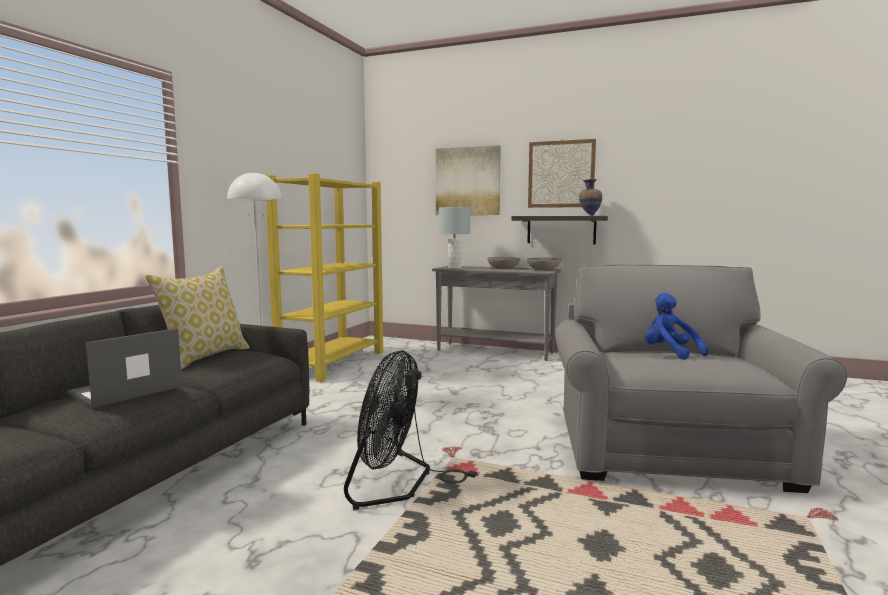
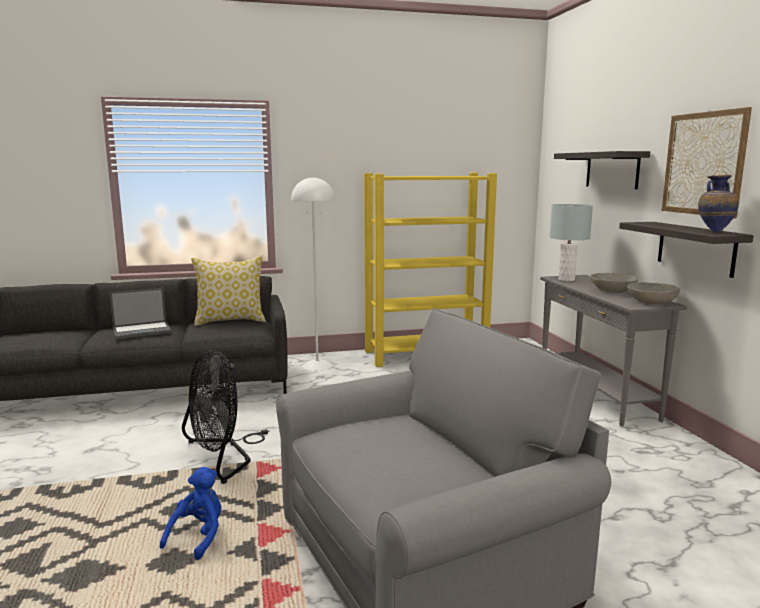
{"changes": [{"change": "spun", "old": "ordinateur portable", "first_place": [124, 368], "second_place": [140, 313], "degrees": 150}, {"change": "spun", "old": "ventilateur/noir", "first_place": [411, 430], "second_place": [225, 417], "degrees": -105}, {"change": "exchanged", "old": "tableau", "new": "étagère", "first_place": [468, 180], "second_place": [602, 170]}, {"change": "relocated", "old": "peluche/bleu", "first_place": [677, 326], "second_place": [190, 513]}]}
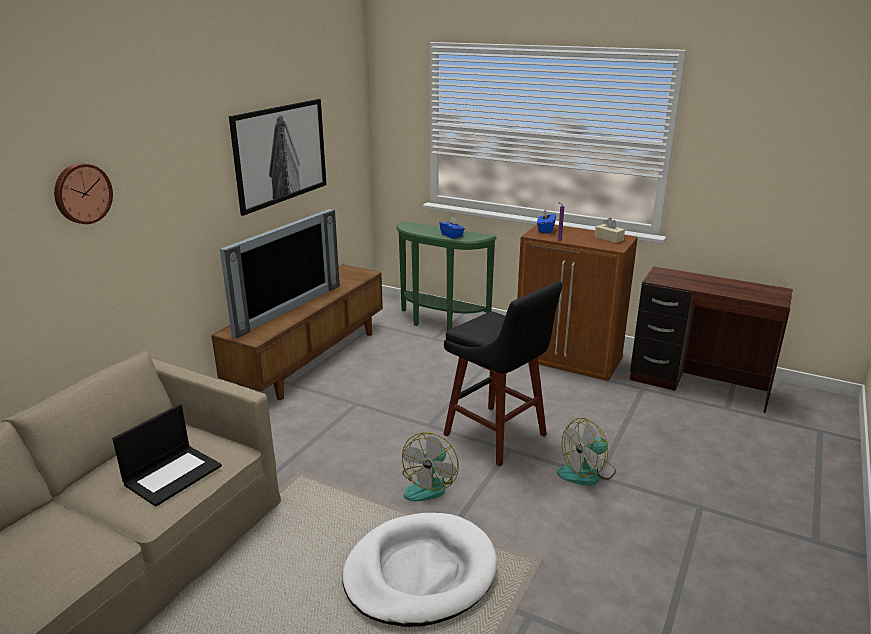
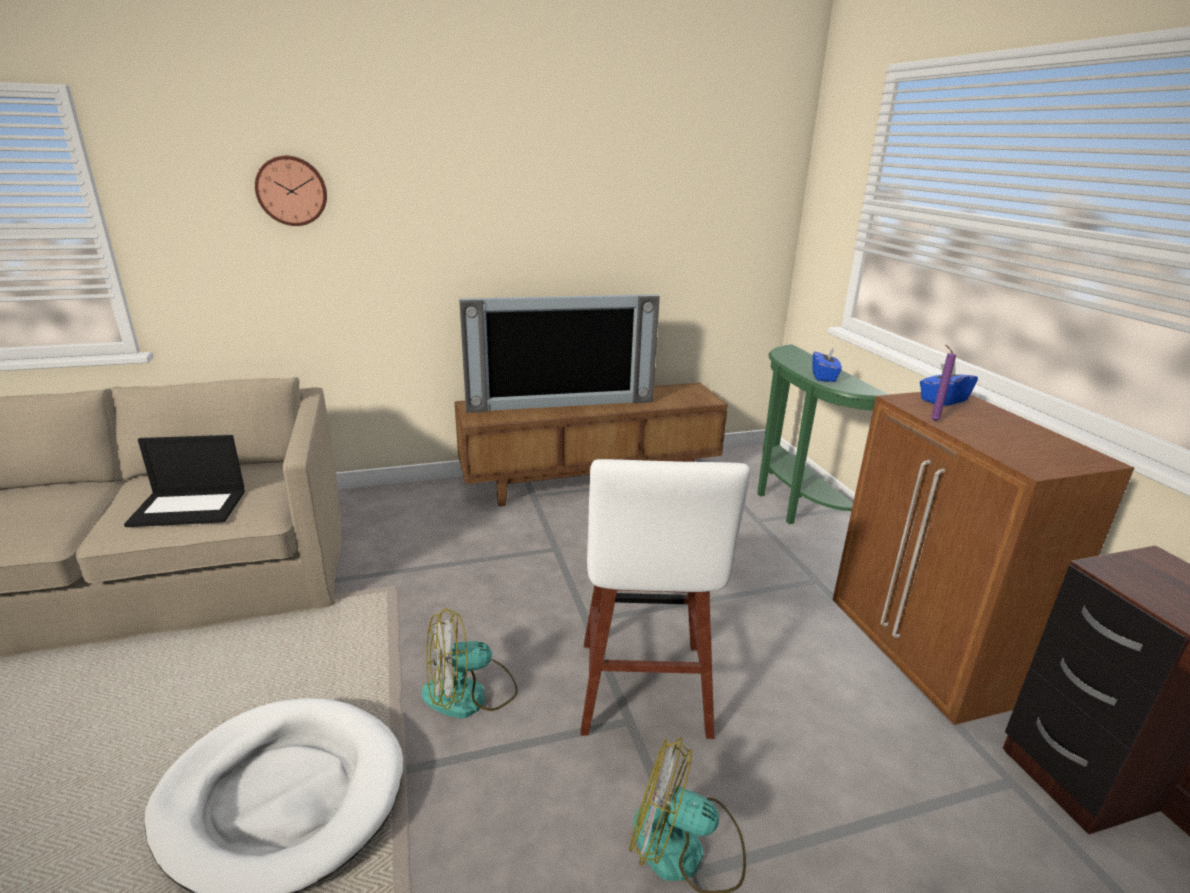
{"changes": [{"change": "missing", "old": "tableau", "first_place": [278, 157]}, {"change": "colour", "old": "tabouret/noir", "new": "tabouret/blanc", "first_place": [503, 373], "second_place": [665, 599]}, {"change": "missing", "old": "boîte à mouchoirs/beige", "first_place": [610, 230]}]}
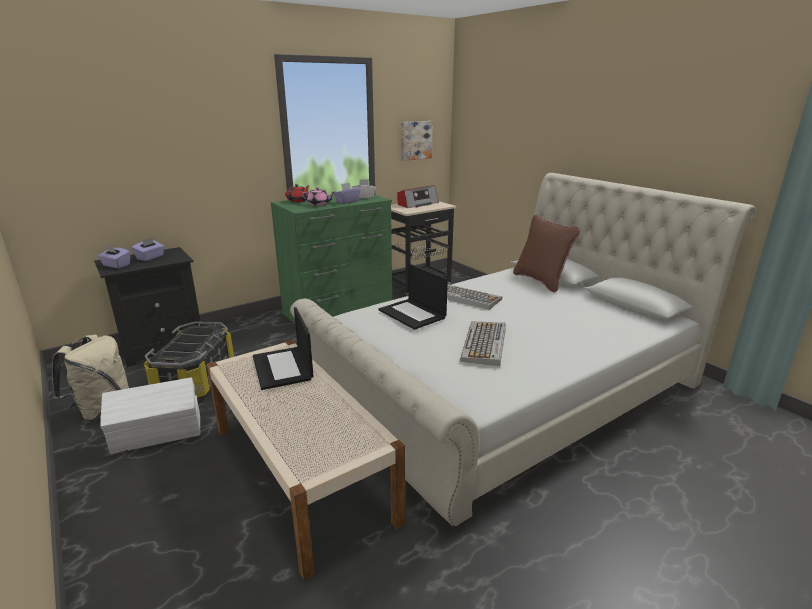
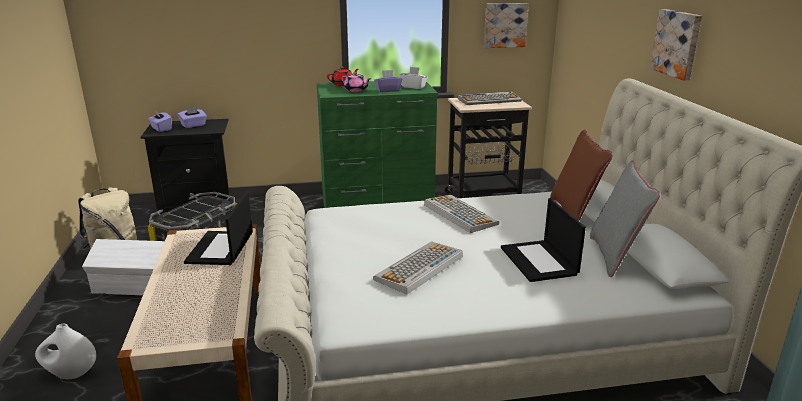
{"changes": [{"change": "relocated", "old": "ordinateur portable", "first_place": [413, 297], "second_place": [543, 240]}, {"change": "exchanged", "old": "radio", "new": "clavier", "first_place": [418, 196], "second_place": [490, 98]}, {"change": "appeared", "new": "vase/blanc", "second_place": [65, 351]}, {"change": "appeared", "new": "coussin/gris", "second_place": [625, 218]}, {"change": "appeared", "new": "tableau", "second_place": [676, 44]}]}
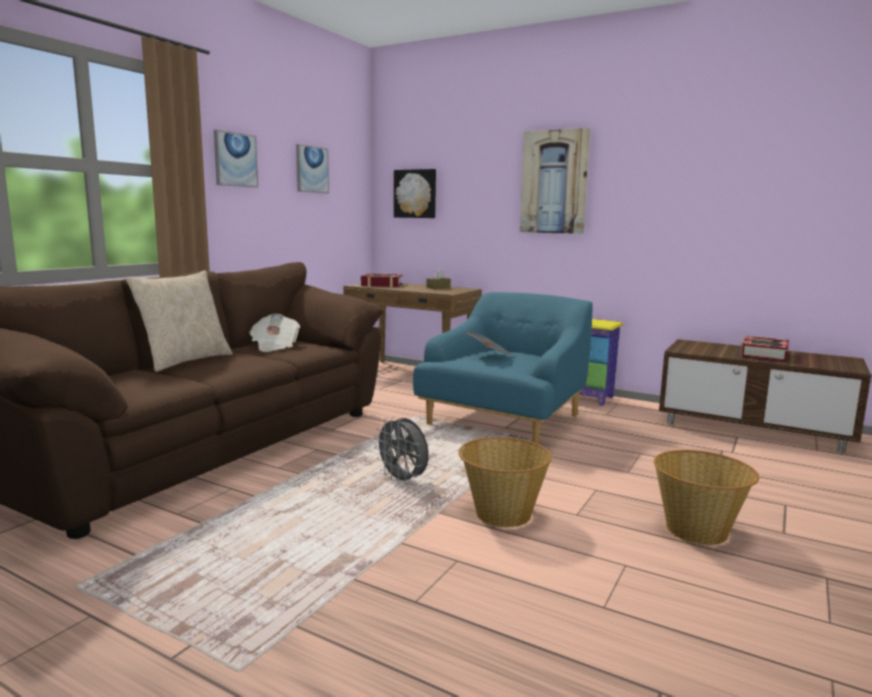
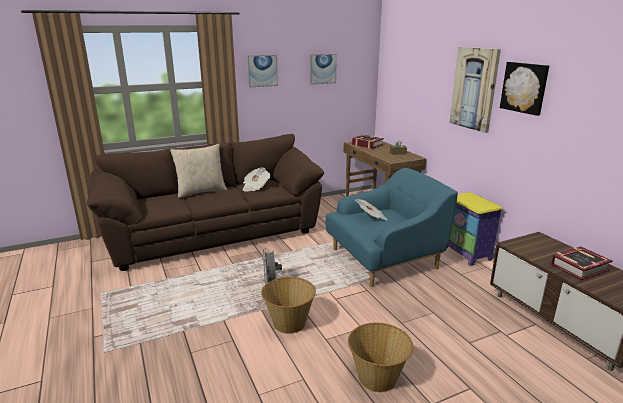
{"changes": [{"change": "relocated", "old": "tableau", "first_place": [415, 193], "second_place": [524, 89]}]}
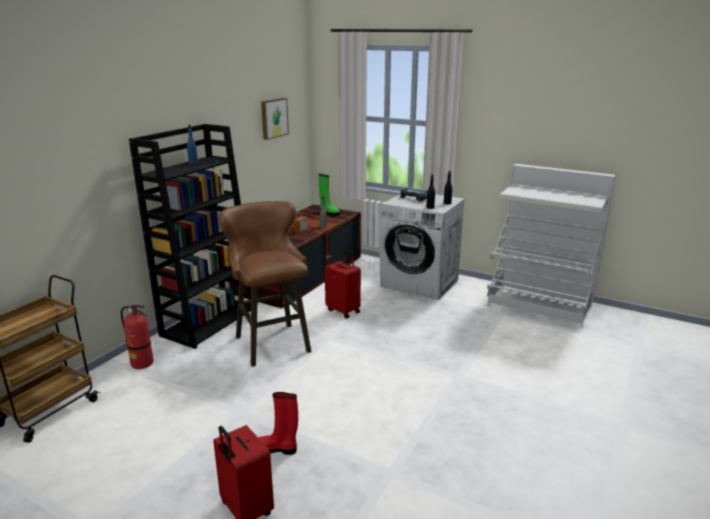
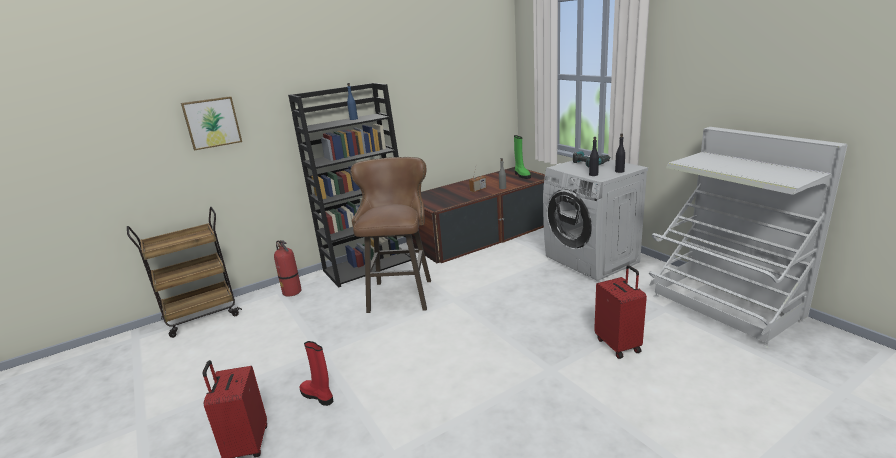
{"changes": [{"change": "relocated", "old": "tableau", "first_place": [275, 119], "second_place": [211, 123]}, {"change": "relocated", "old": "valise/rouge", "first_place": [343, 284], "second_place": [620, 312]}]}
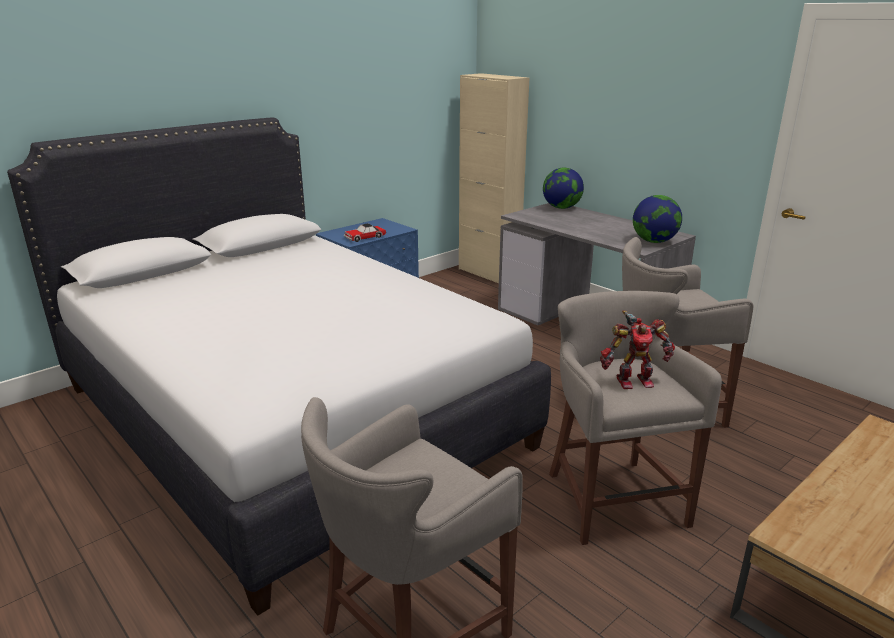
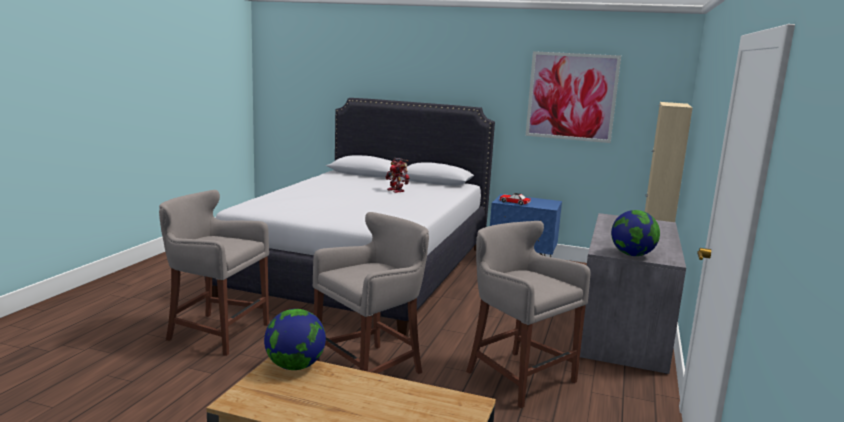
{"changes": [{"change": "relocated", "old": "globe", "first_place": [563, 188], "second_place": [295, 339]}, {"change": "relocated", "old": "robot jouet", "first_place": [637, 350], "second_place": [397, 175]}, {"change": "appeared", "new": "tableau", "second_place": [573, 97]}]}
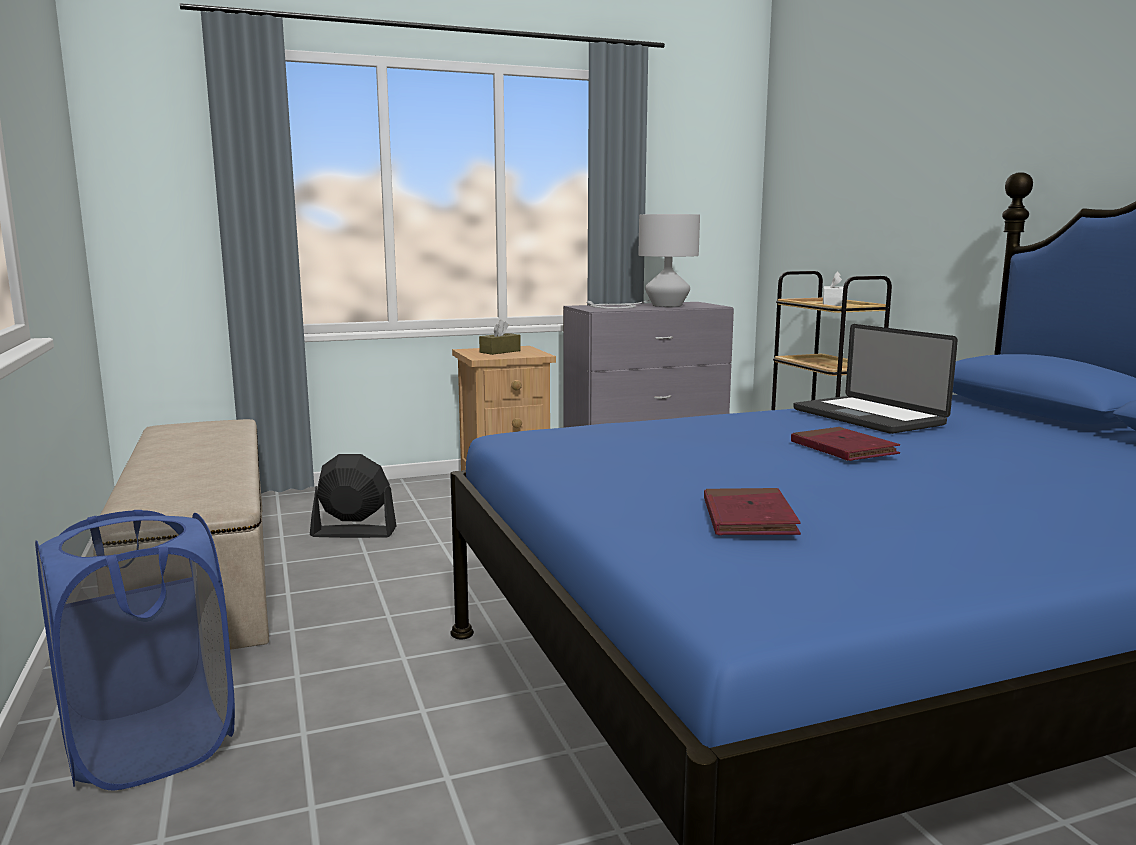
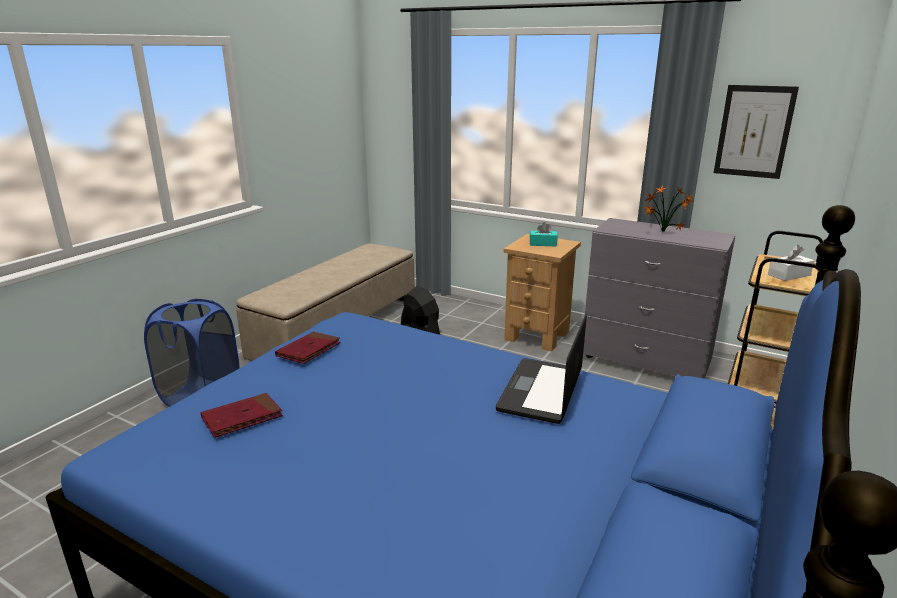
{"changes": [{"change": "colour", "old": "boîte à mouchoirs/marron", "new": "boîte à mouchoirs/turquoise", "first_place": [500, 337], "second_place": [544, 234]}, {"change": "exchanged", "old": "lampe de table/gris", "new": "plante en pot", "first_place": [643, 261], "second_place": [668, 209]}, {"change": "relocated", "old": "livre/rouge", "first_place": [845, 444], "second_place": [308, 347]}, {"change": "appeared", "new": "tableau", "second_place": [756, 132]}]}
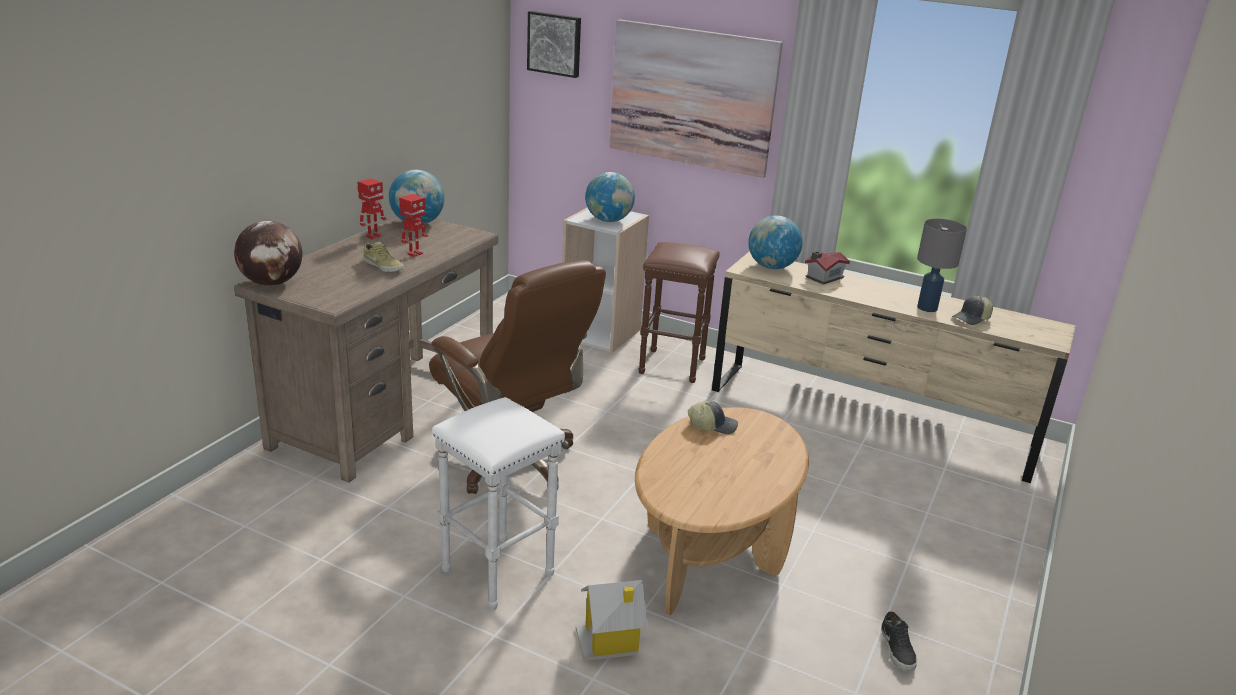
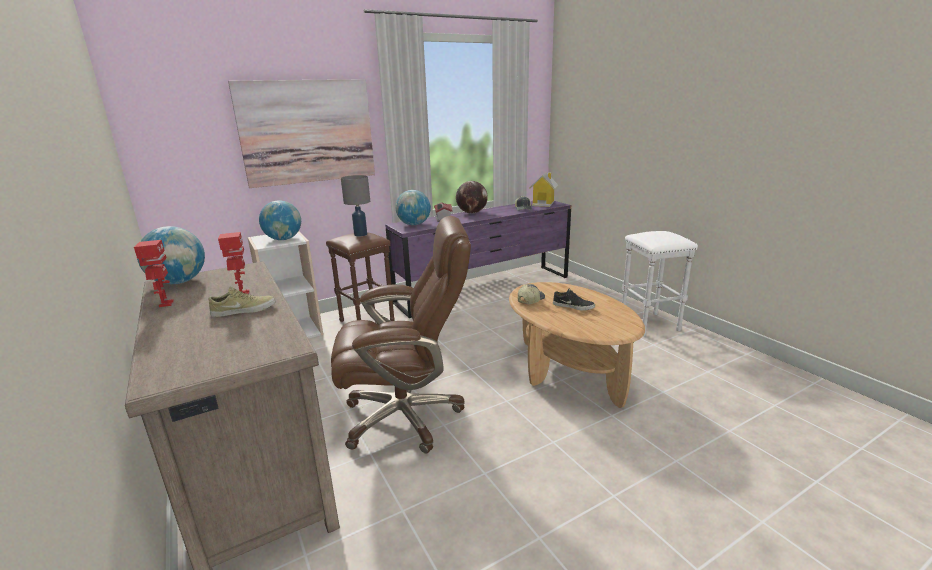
{"changes": [{"change": "relocated", "old": "globe", "first_place": [268, 253], "second_place": [472, 197]}, {"change": "relocated", "old": "tabouret/blanc", "first_place": [498, 503], "second_place": [660, 283]}, {"change": "missing", "old": "tableau", "first_place": [554, 44]}, {"change": "relocated", "old": "maison miniature", "first_place": [612, 620], "second_place": [543, 189]}, {"change": "colour", "old": "commode/beige", "new": "commode/violet", "first_place": [894, 367], "second_place": [478, 259]}, {"change": "relocated", "old": "chaussure/noir", "first_place": [899, 641], "second_place": [574, 300]}, {"change": "relocated", "old": "lampe de table/gris", "first_place": [942, 265], "second_place": [355, 206]}]}
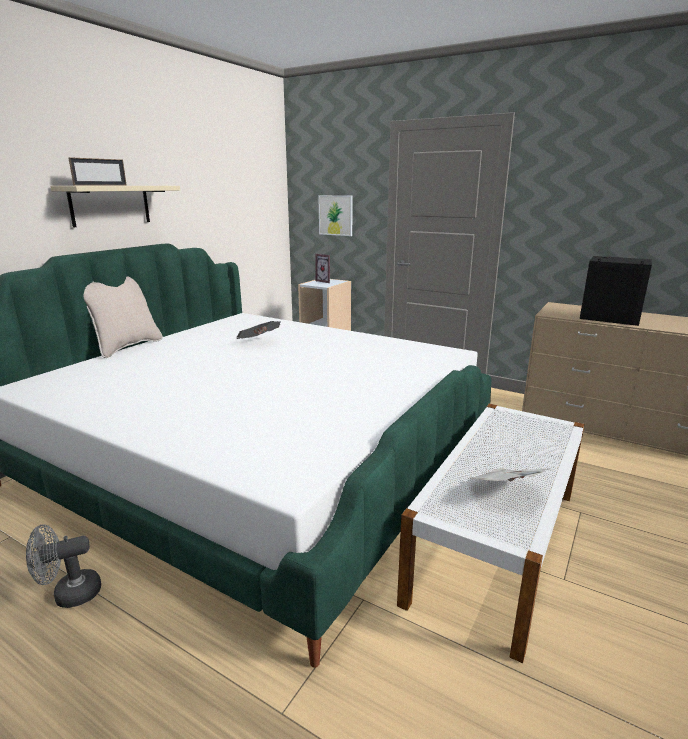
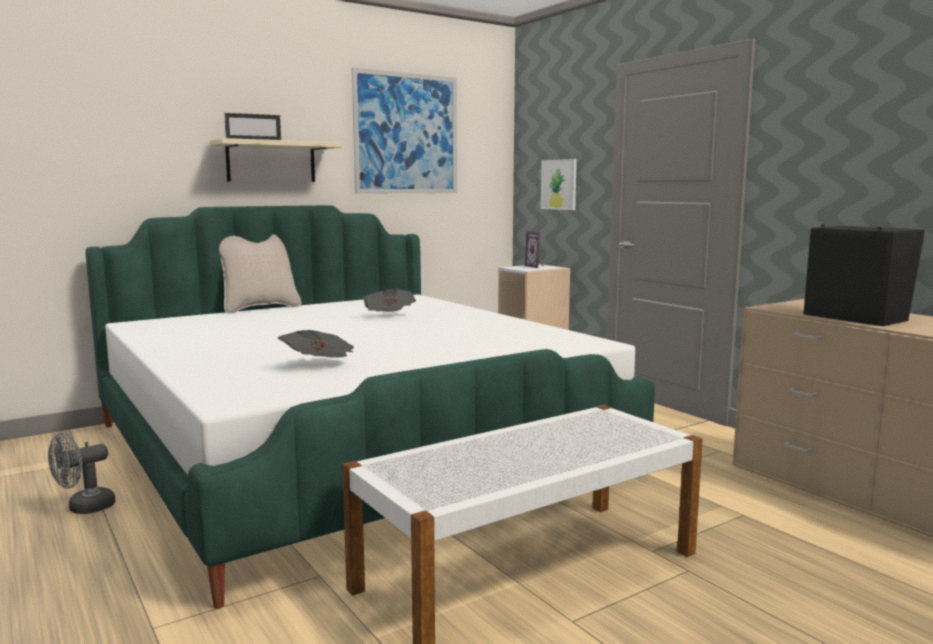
{"changes": [{"change": "spun", "old": "ventilateur/gris", "first_place": [63, 566], "second_place": [81, 473], "degrees": -45}, {"change": "relocated", "old": "journal", "first_place": [509, 474], "second_place": [316, 344]}, {"change": "appeared", "new": "tableau", "second_place": [404, 131]}]}
